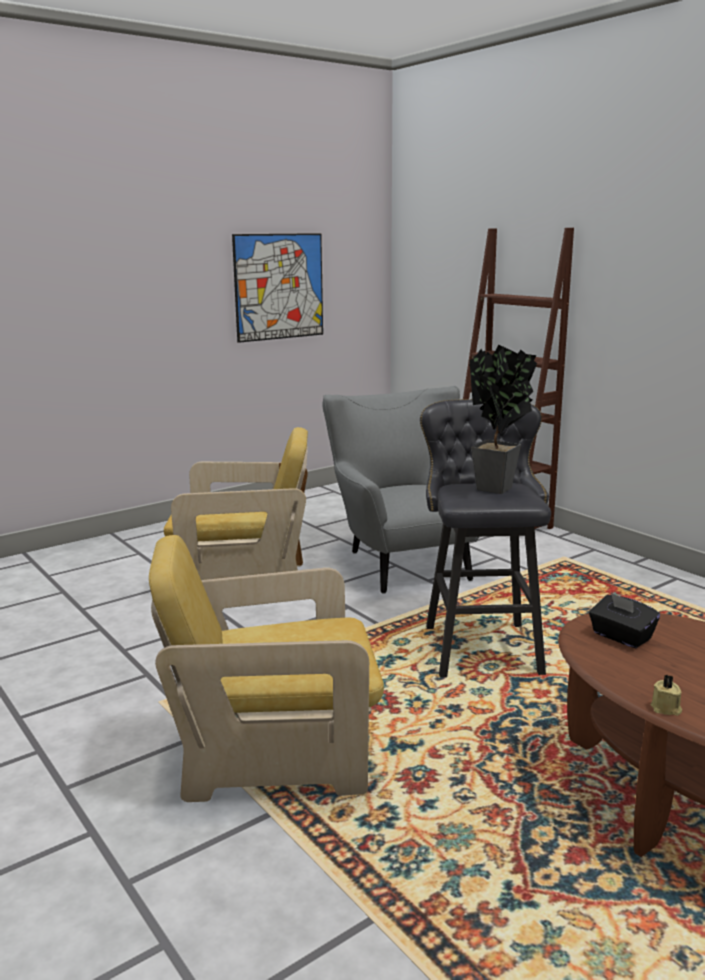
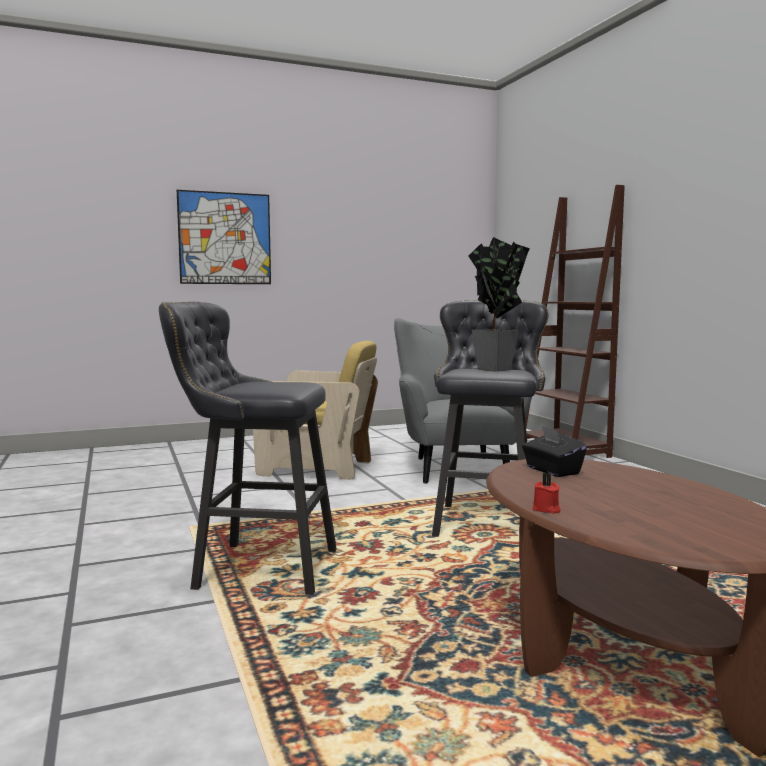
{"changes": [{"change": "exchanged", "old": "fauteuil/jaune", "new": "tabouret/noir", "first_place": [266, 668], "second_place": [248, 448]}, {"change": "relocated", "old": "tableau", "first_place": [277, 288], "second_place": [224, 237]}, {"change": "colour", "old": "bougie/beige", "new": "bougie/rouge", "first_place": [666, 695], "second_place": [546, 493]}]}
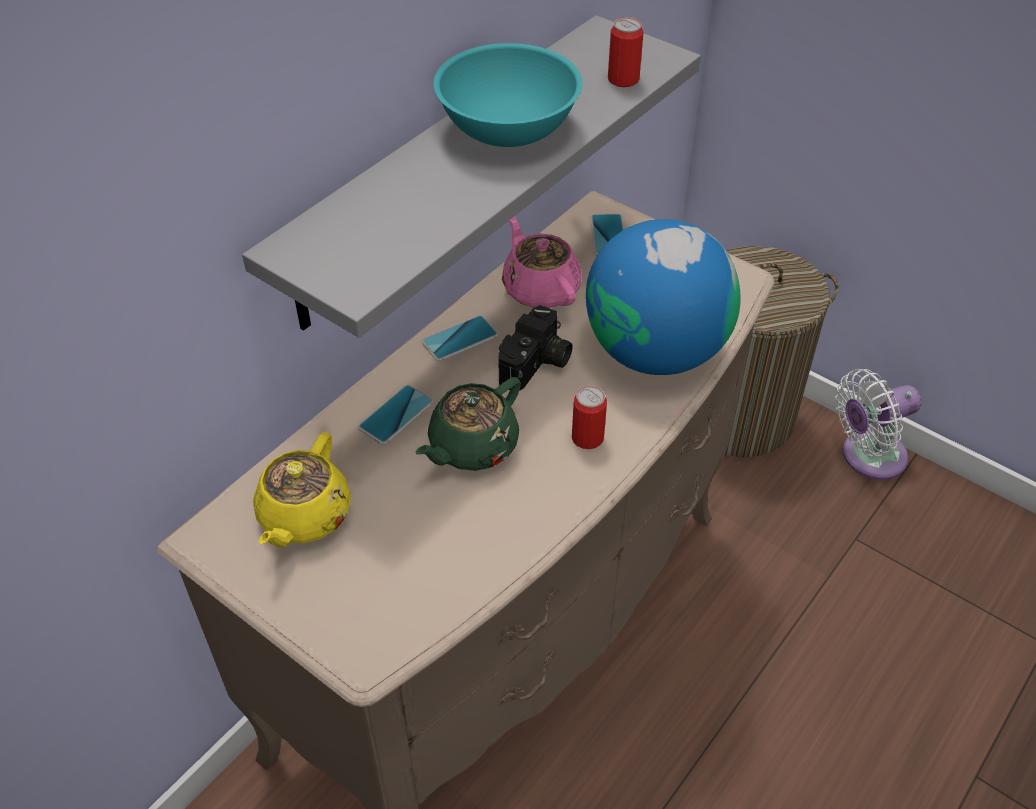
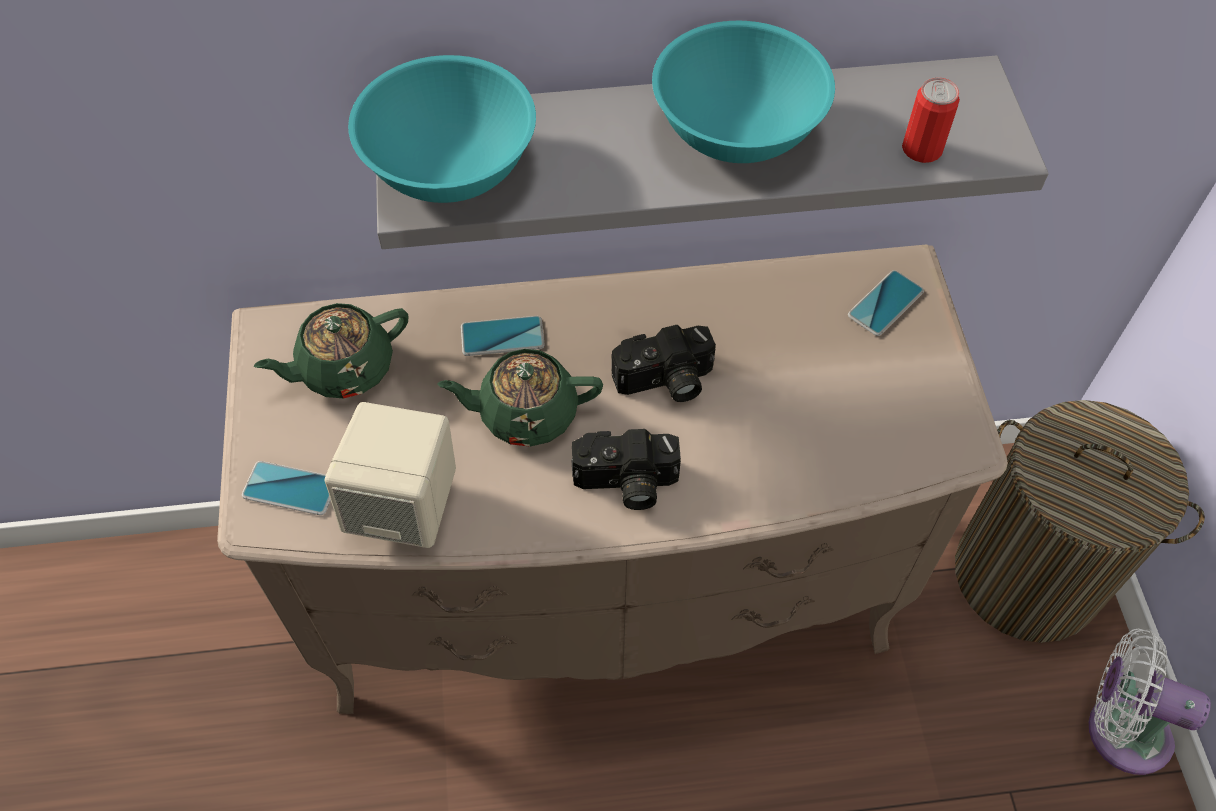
{"changes": [{"change": "colour", "old": "théière/jaune", "new": "théière/vert", "first_place": [302, 489], "second_place": [330, 350]}, {"change": "relocated", "old": "téléphone", "first_place": [460, 338], "second_place": [286, 488]}, {"change": "missing", "old": "théière/rose", "first_place": [542, 262]}, {"change": "exchanged", "old": "boîte métallique", "new": "appareil photo", "first_place": [589, 417], "second_place": [626, 469]}, {"change": "missing", "old": "globe", "first_place": [663, 297]}, {"change": "appeared", "new": "enceinte/beige", "second_place": [390, 475]}, {"change": "appeared", "new": "bol/turquoise", "second_place": [442, 129]}]}
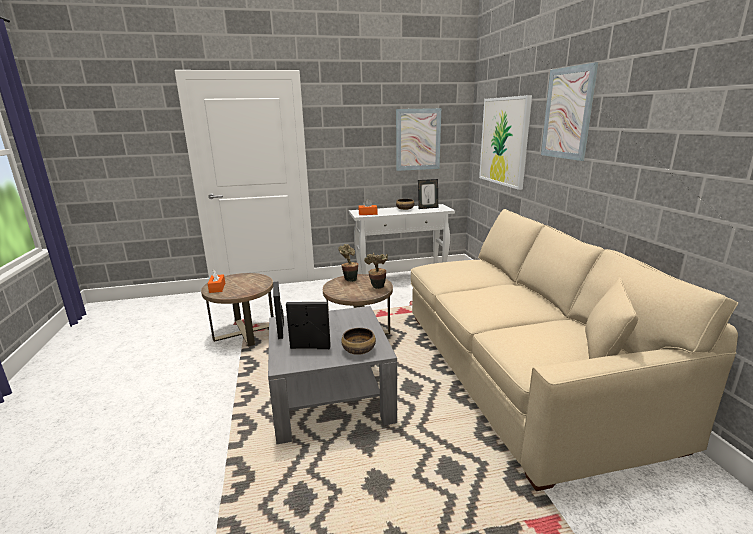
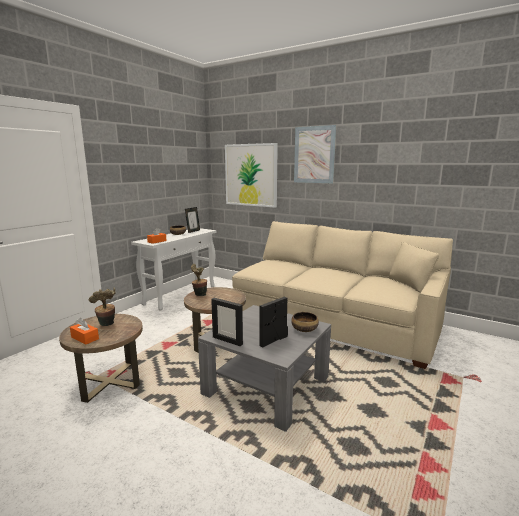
{"changes": [{"change": "relocated", "old": "plante en pot", "first_place": [376, 271], "second_place": [102, 307]}, {"change": "missing", "old": "tableau", "first_place": [418, 139]}]}
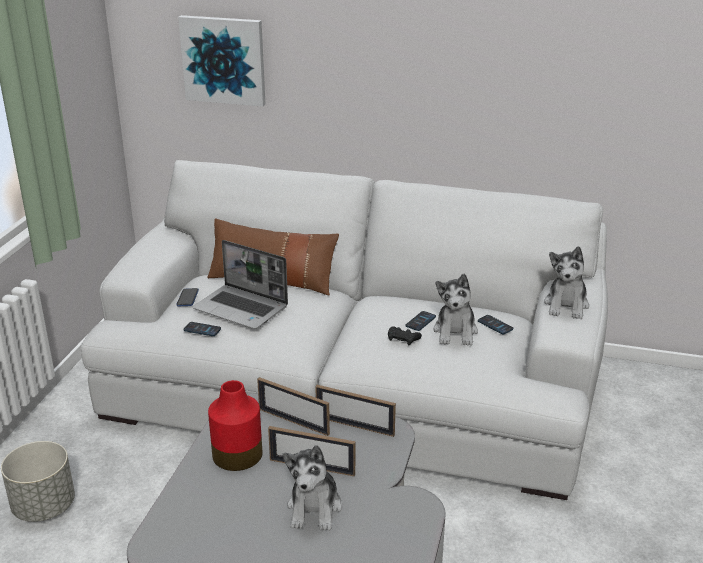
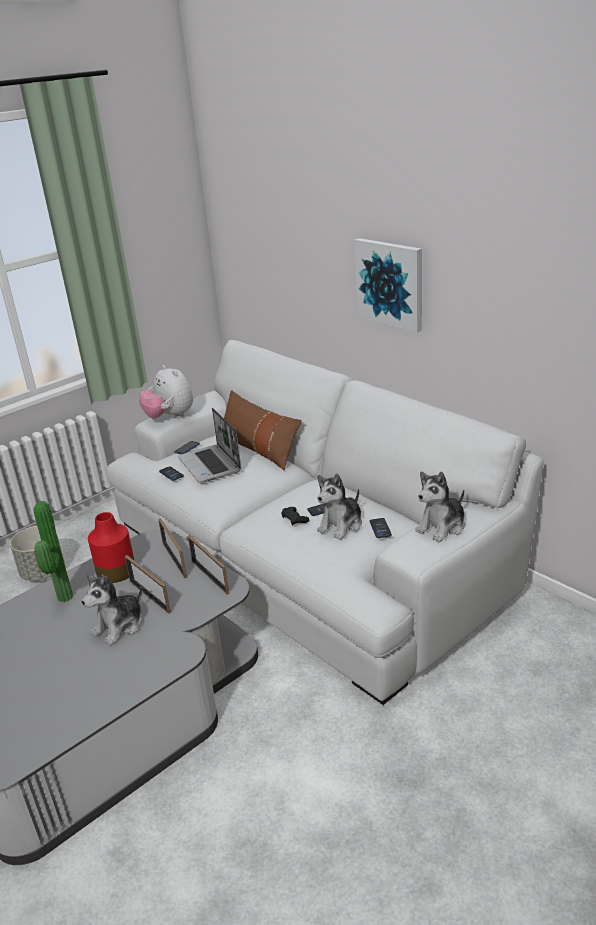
{"changes": [{"change": "relocated", "old": "tableau", "first_place": [221, 61], "second_place": [388, 285]}, {"change": "appeared", "new": "plante en pot", "second_place": [53, 551]}, {"change": "appeared", "new": "peluche", "second_place": [166, 392]}]}
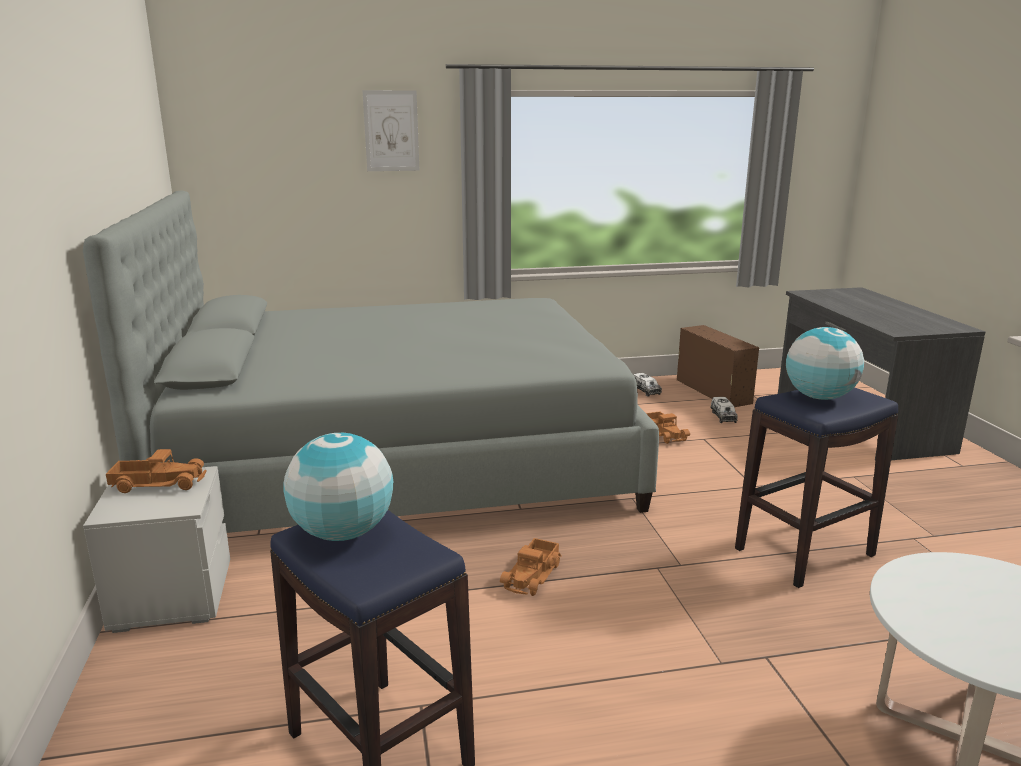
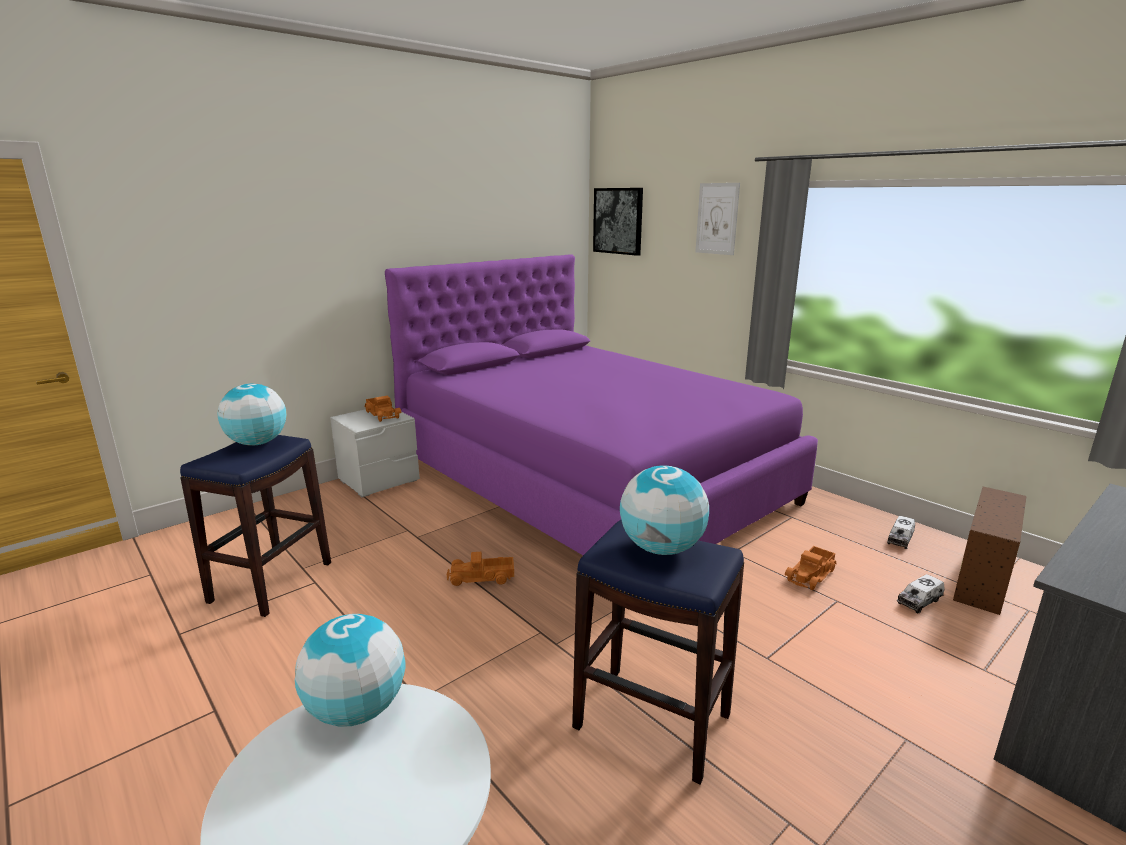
{"changes": [{"change": "colour", "old": "lit/gris", "new": "lit/violet", "first_place": [371, 361], "second_place": [601, 404]}, {"change": "appeared", "new": "globe", "second_place": [350, 670]}, {"change": "appeared", "new": "tableau", "second_place": [618, 222]}]}
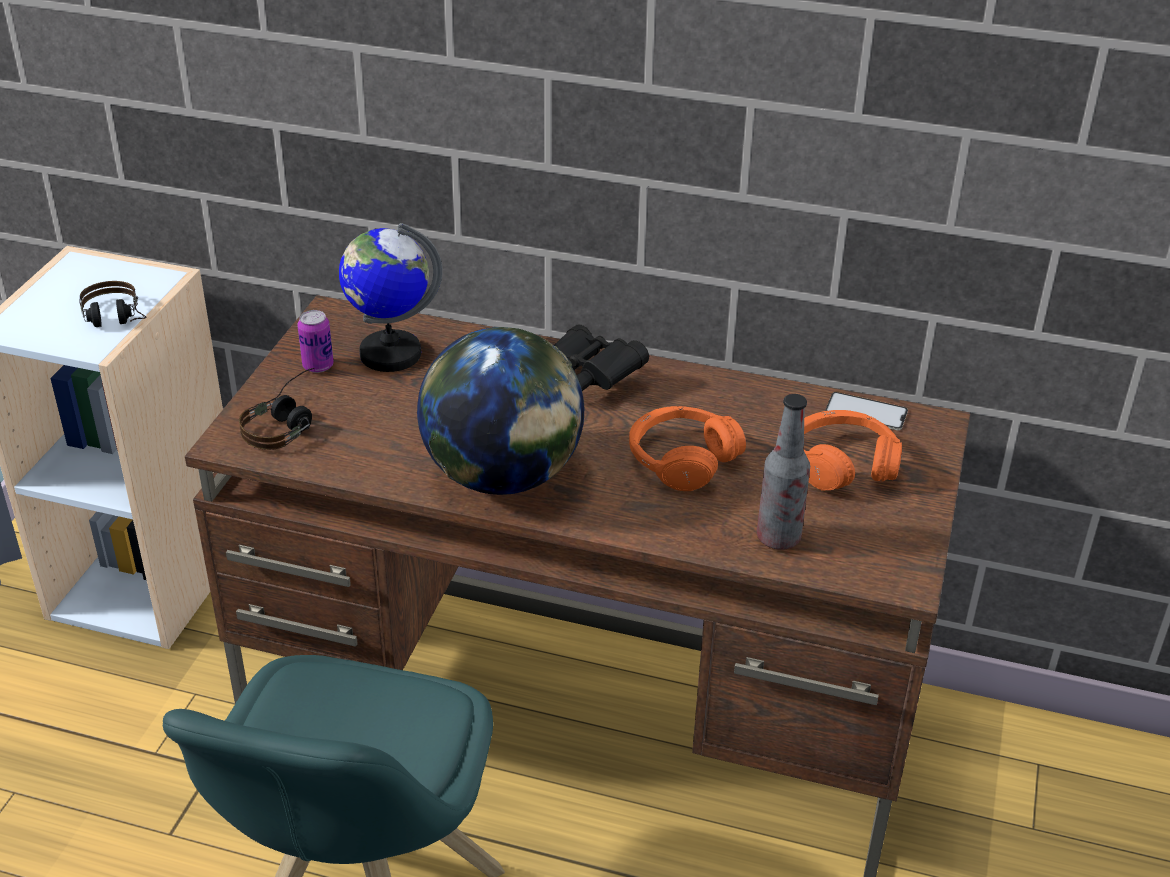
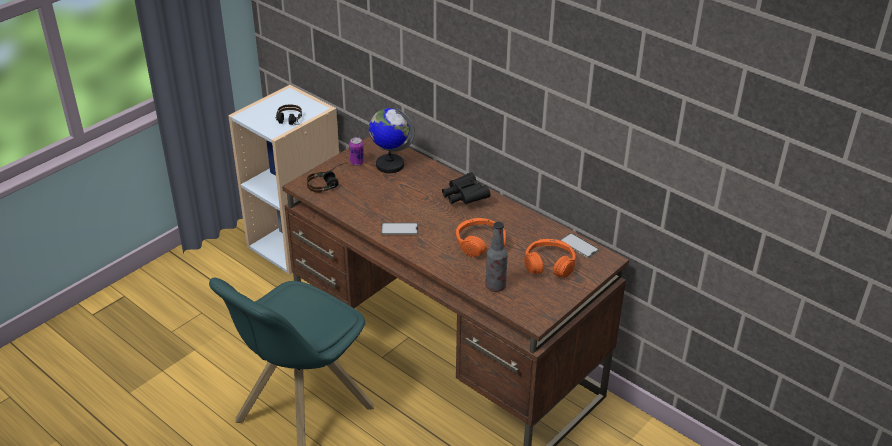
{"changes": [{"change": "exchanged", "old": "globe", "new": "téléphone", "first_place": [500, 411], "second_place": [399, 229]}]}
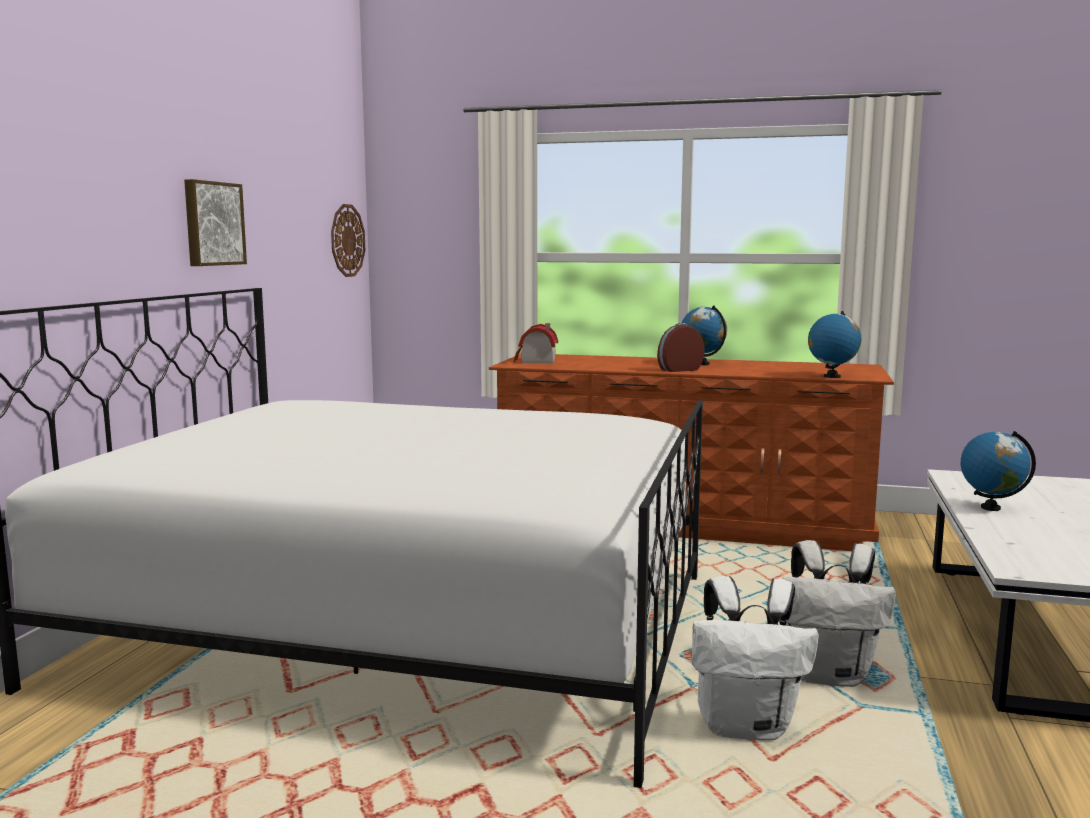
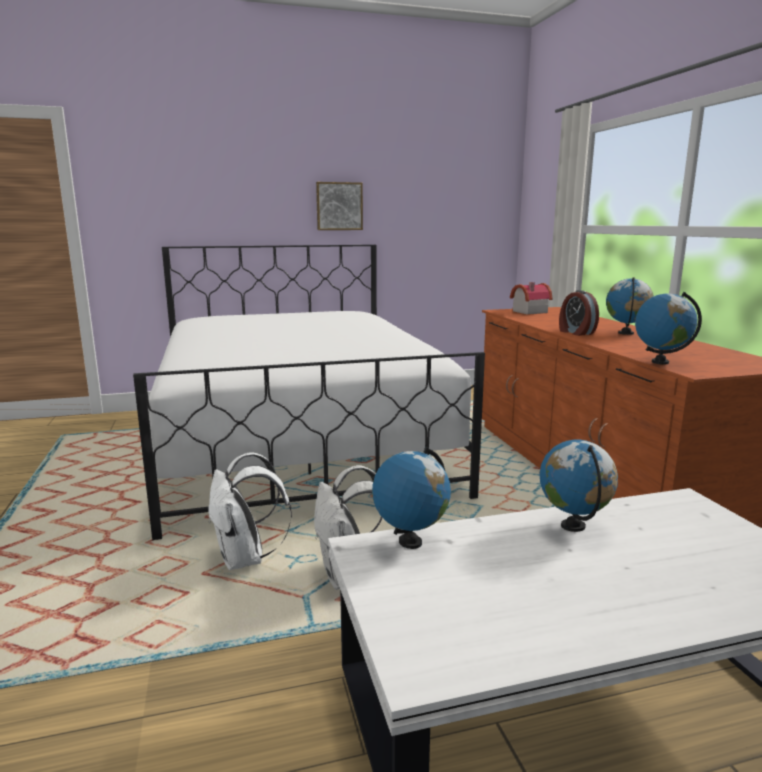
{"changes": [{"change": "missing", "old": "horloge murale", "first_place": [348, 240]}, {"change": "spun", "old": "réveil", "first_place": [680, 347], "second_place": [579, 313], "degrees": -150}, {"change": "appeared", "new": "globe", "second_place": [411, 497]}]}
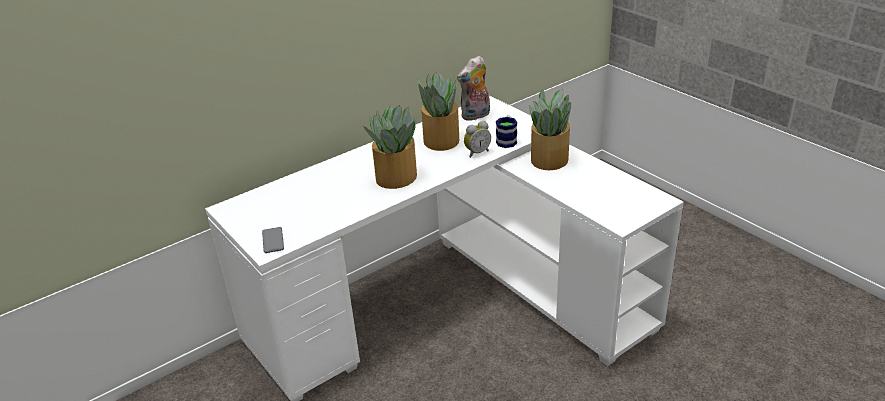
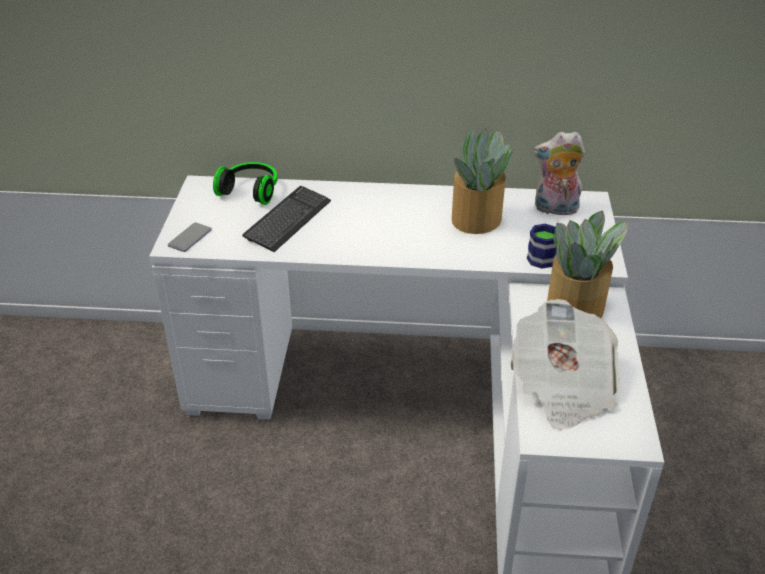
{"changes": [{"change": "missing", "old": "plante en pot", "first_place": [390, 147]}, {"change": "missing", "old": "réveil", "first_place": [477, 139]}, {"change": "appeared", "new": "casque audio", "second_place": [245, 183]}, {"change": "appeared", "new": "clavier", "second_place": [287, 219]}, {"change": "appeared", "new": "journal", "second_place": [564, 365]}]}
